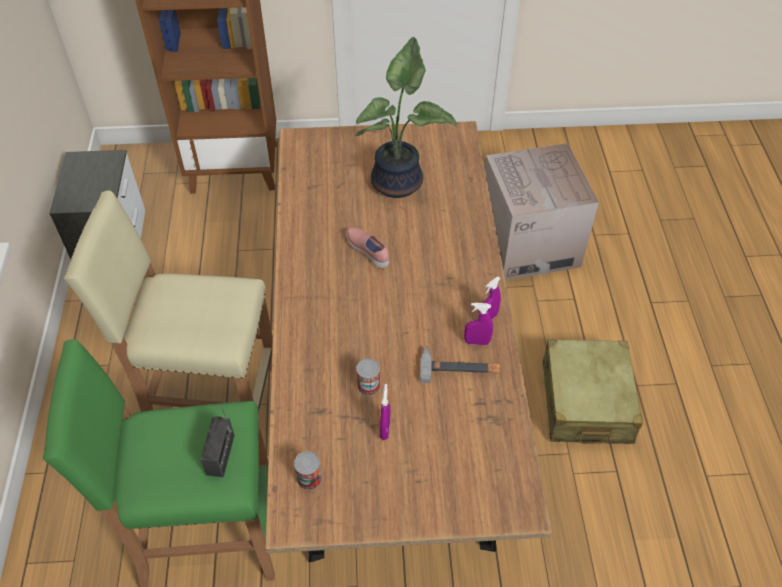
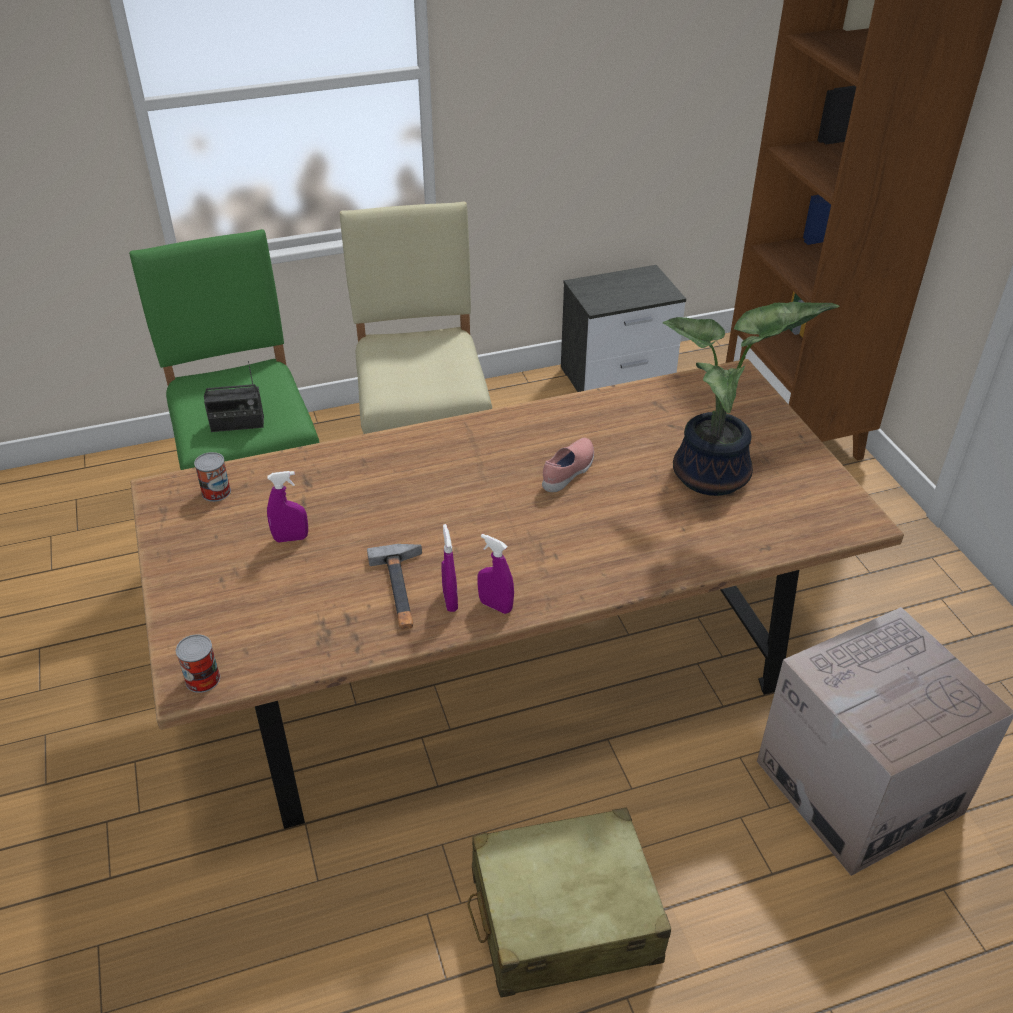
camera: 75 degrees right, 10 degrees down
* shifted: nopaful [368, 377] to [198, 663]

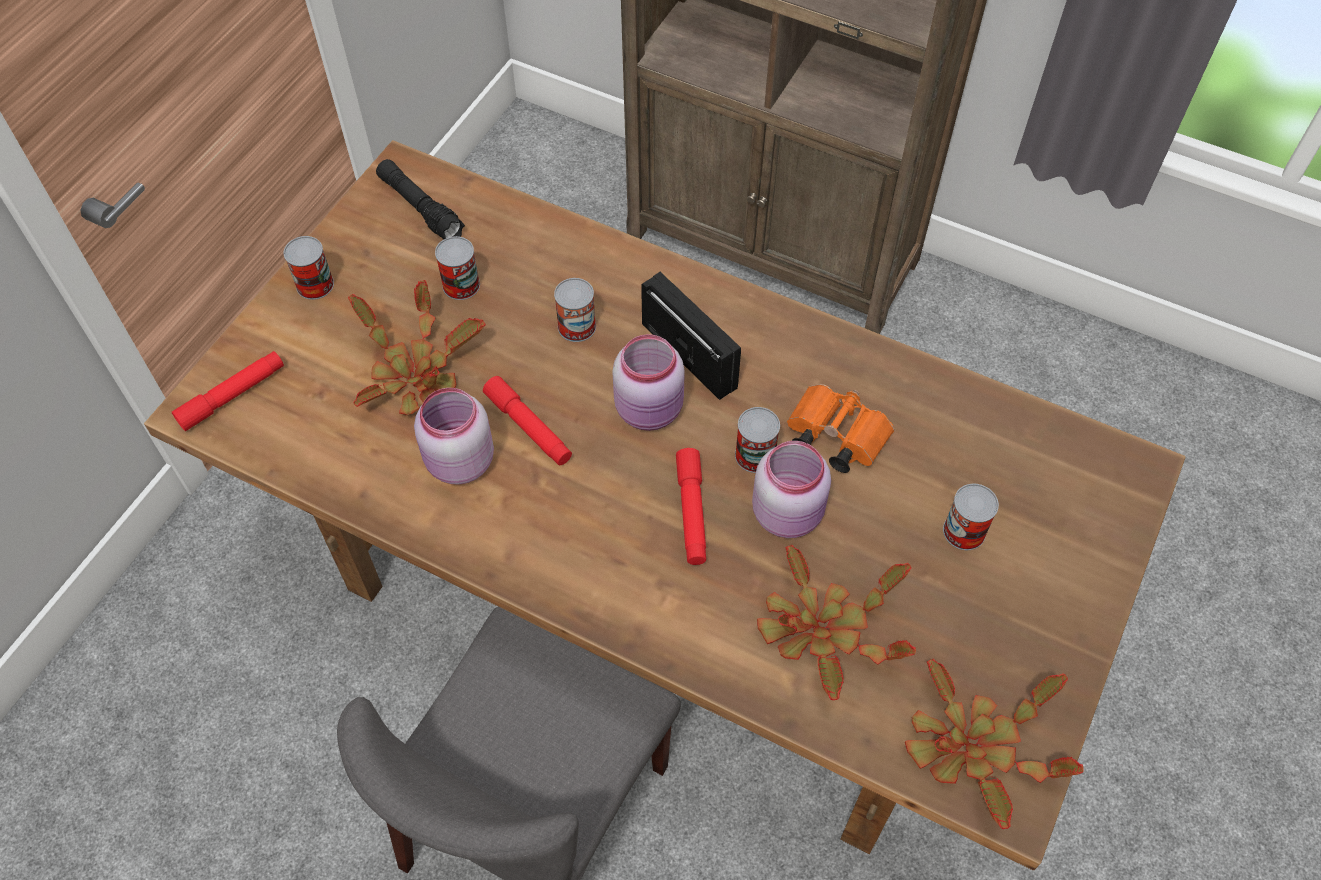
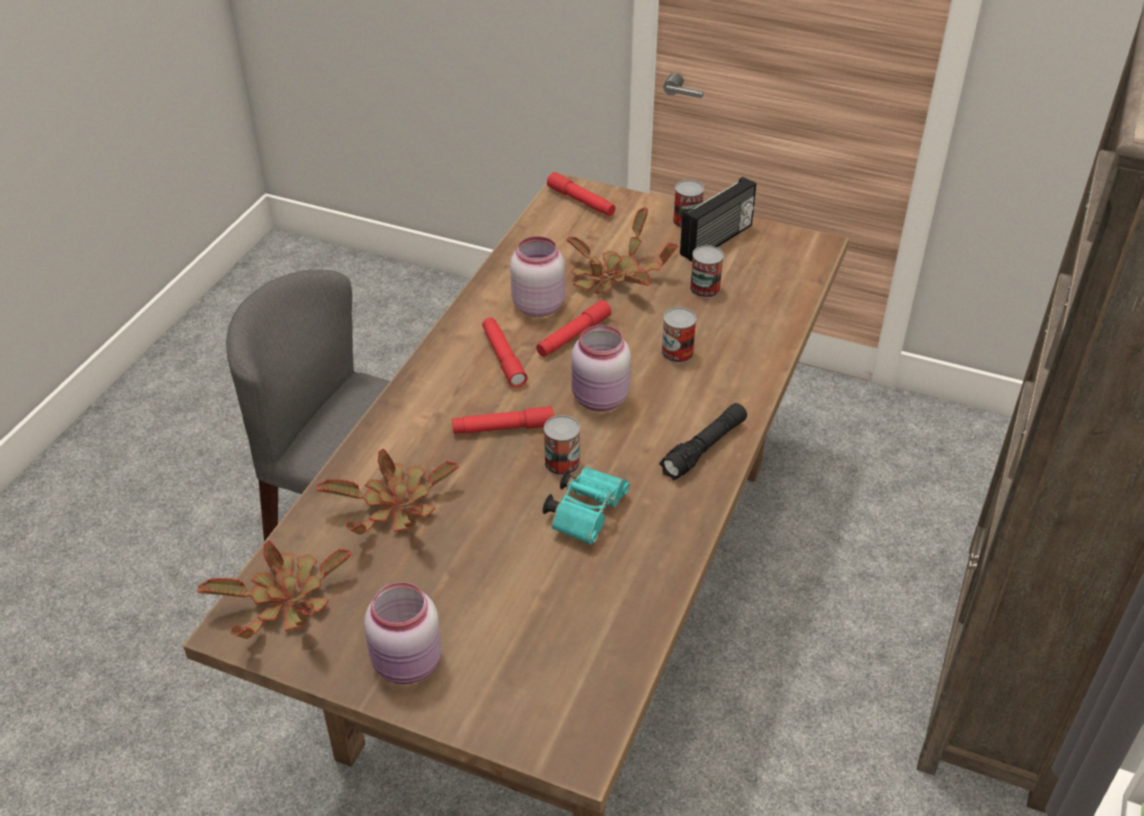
camera: 85 degrees right, 15 degrees down
* shifted: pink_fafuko [791, 489] to [403, 633]
* new: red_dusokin [505, 353]
* repainted: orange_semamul [840, 428] to turquoise_semamul [586, 506]
* shifted: black_dusokin [420, 199] to [703, 441]
* shifted: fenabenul [691, 336] to [718, 219]
* gone: nopaful [971, 517]

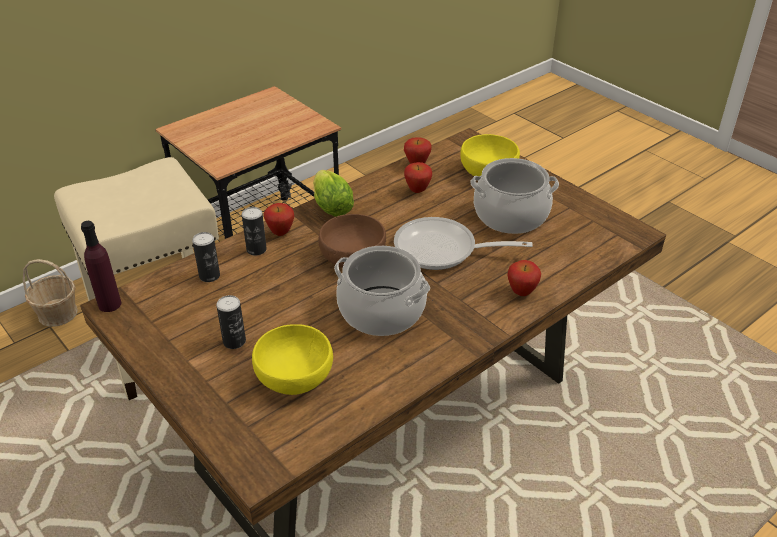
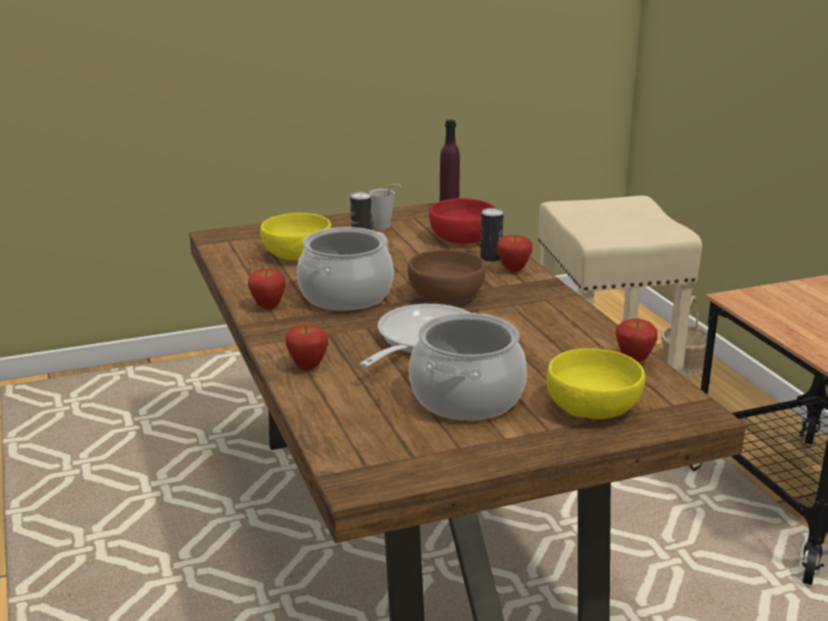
camera: 110 degrees right, 15 degrees down
* shifted: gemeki [418, 177] to [267, 289]
* new: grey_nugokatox [385, 207]
* swapped: nopaful [206, 257] to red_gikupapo [462, 220]
* gone: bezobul [333, 193]

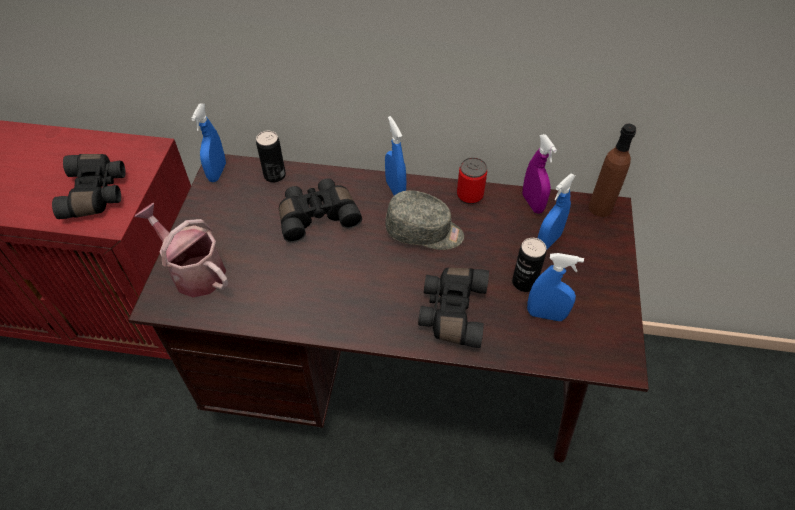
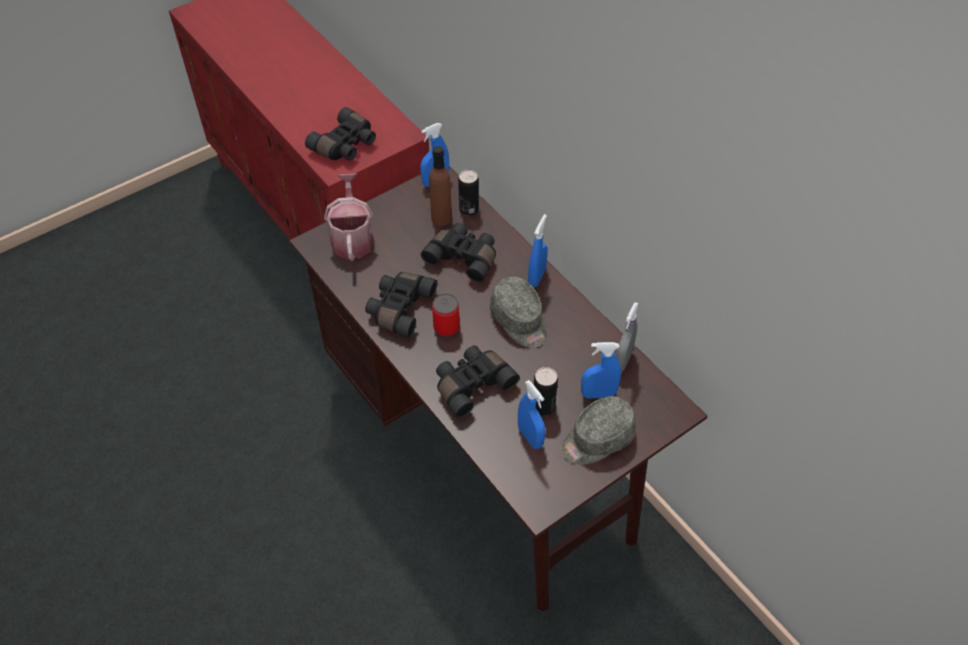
camera: 45 degrees right, 0 degrees up
* new: black_semamul [401, 305]
* shifted: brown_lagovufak [612, 170] to [440, 186]
* shifted: nopaful [472, 181] to [446, 315]
* new: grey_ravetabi [598, 430]
* repainted: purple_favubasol [540, 174] to grey_favubasol [627, 337]

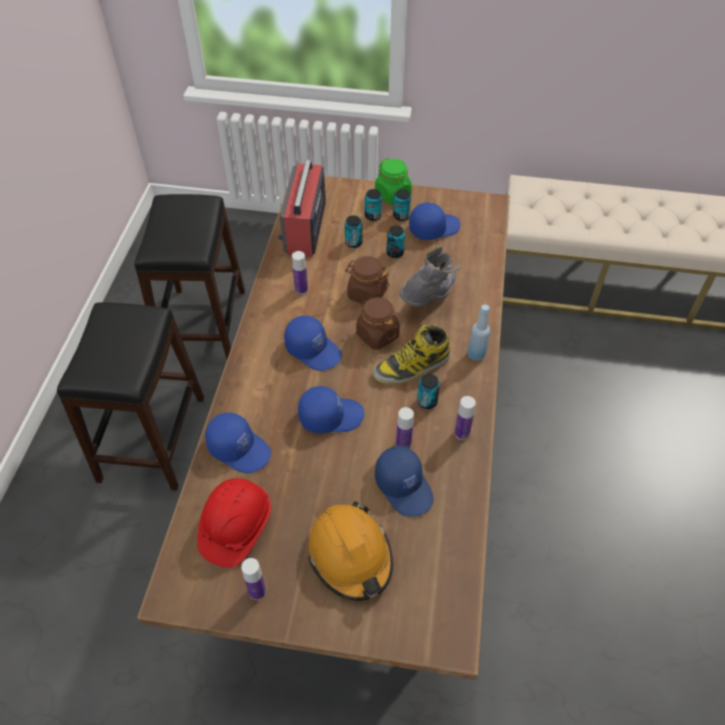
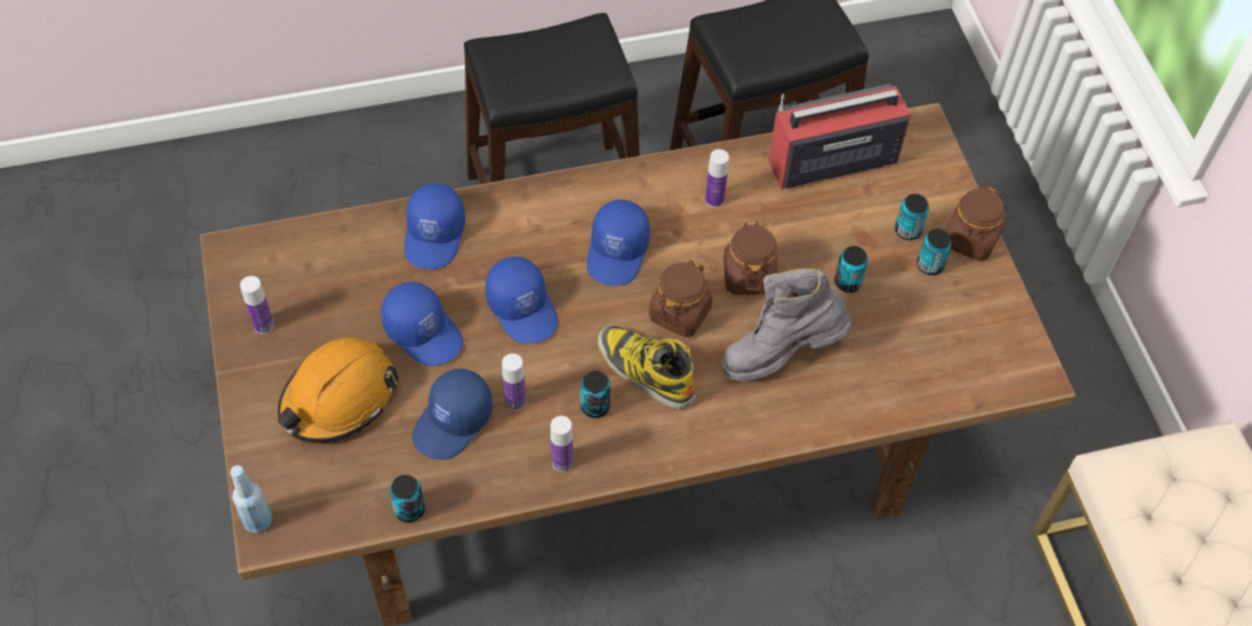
camera: 65 degrees right, 5 degrees up
* shifted: blue_lagovufak [478, 332] to [251, 499]
* shifted: blue_ravetabi [434, 221] to [422, 324]
* shifted: nopaful [353, 231] to [407, 499]
* rotated: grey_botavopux [430, 276] = [786, 324] 150 degrees clockwise
* repainted: green_fafuko [393, 181] to brown_fafuko [975, 223]
* gone: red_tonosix [234, 523]

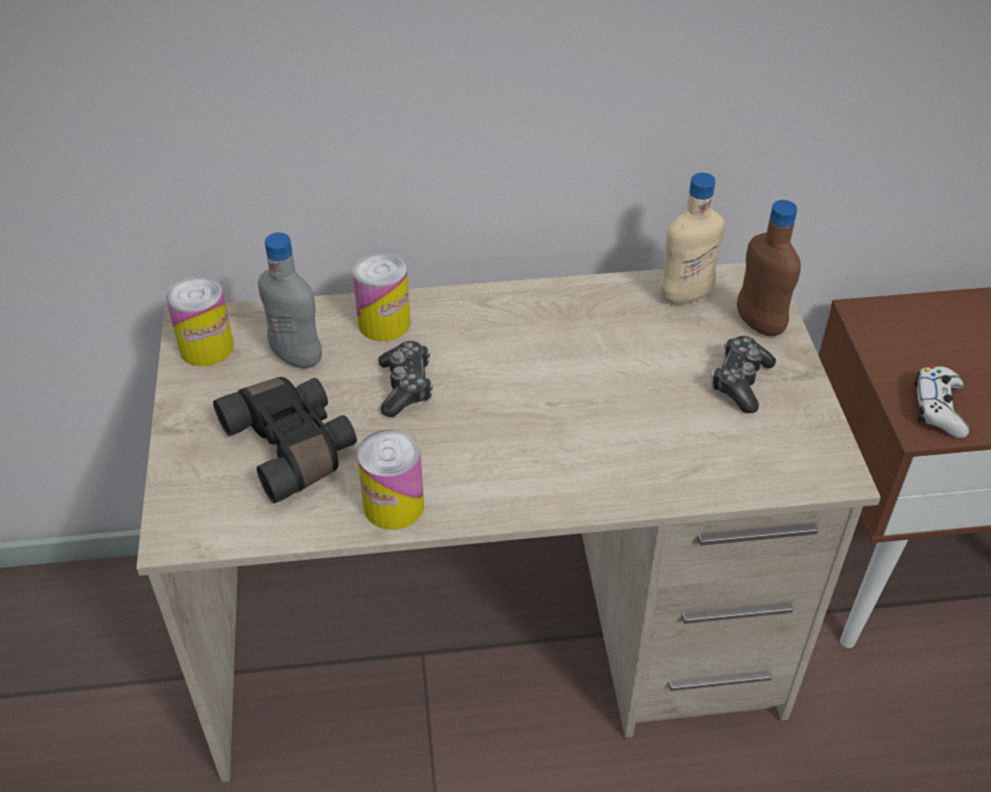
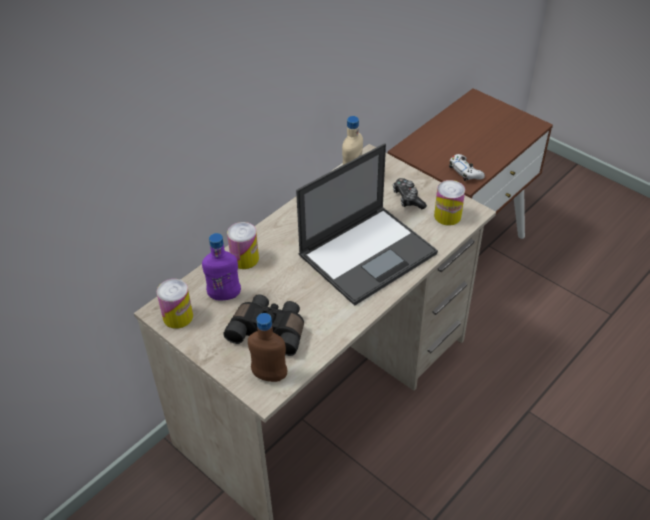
camera: 40 degrees left, 0 degrees up
* repainted: grey_lagovufak [290, 300] to purple_lagovufak [221, 266]
* shifted: brown_lagovufak [769, 268] to [267, 347]
* new: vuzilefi [367, 224]
* shifted: nopaful [390, 479] to [449, 202]
* gone: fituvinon [405, 379]

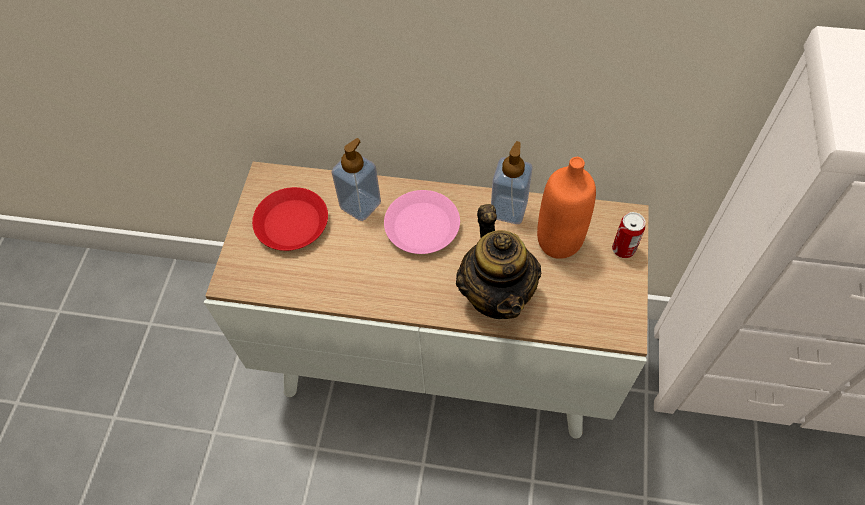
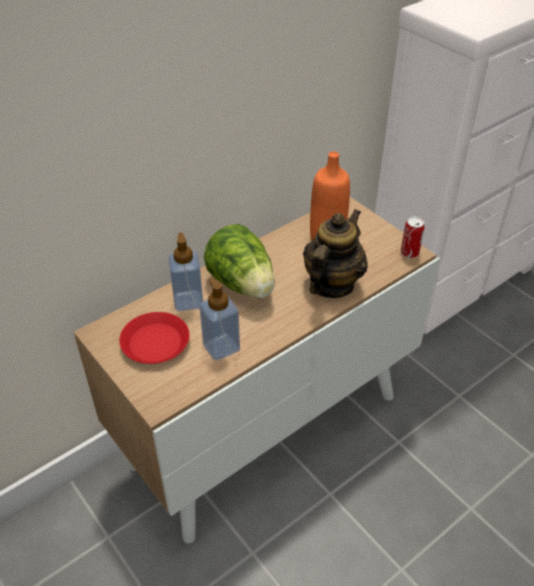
camera: 50 degrees left, 15 degrees down
* shifted: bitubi [512, 182] to [219, 319]
* swapped: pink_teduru [422, 222] to bezobul [239, 261]
* rotated: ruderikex [498, 261] = [335, 253] 90 degrees counterclockwise
* shifted: nopaful [629, 235] to [413, 237]

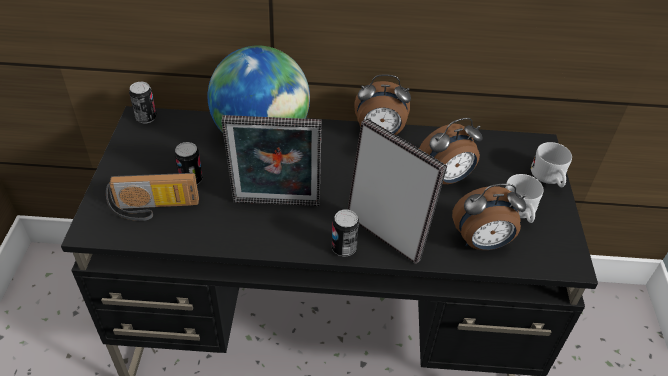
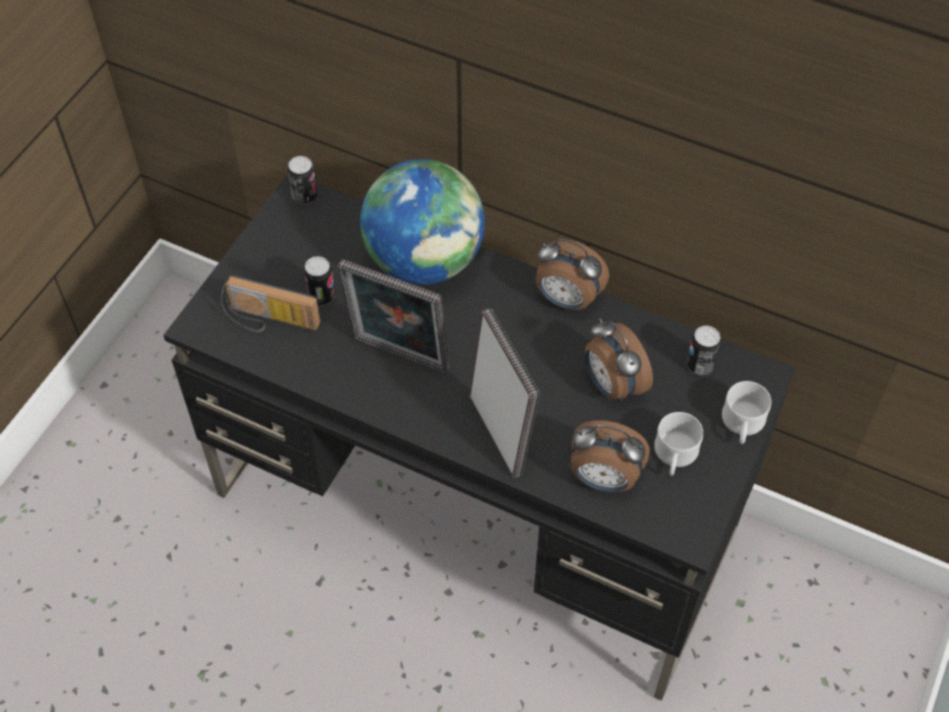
camera: 25 degrees right, 10 degrees up
* rotated: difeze [451, 151] = [619, 360] 60 degrees clockwise
* shifted: nopaful [345, 233] to [704, 350]

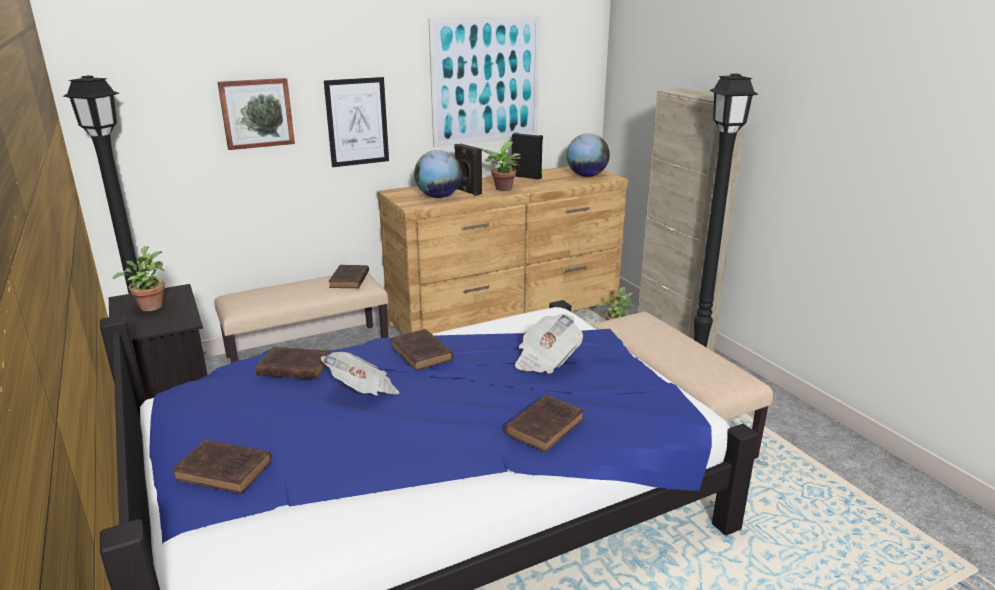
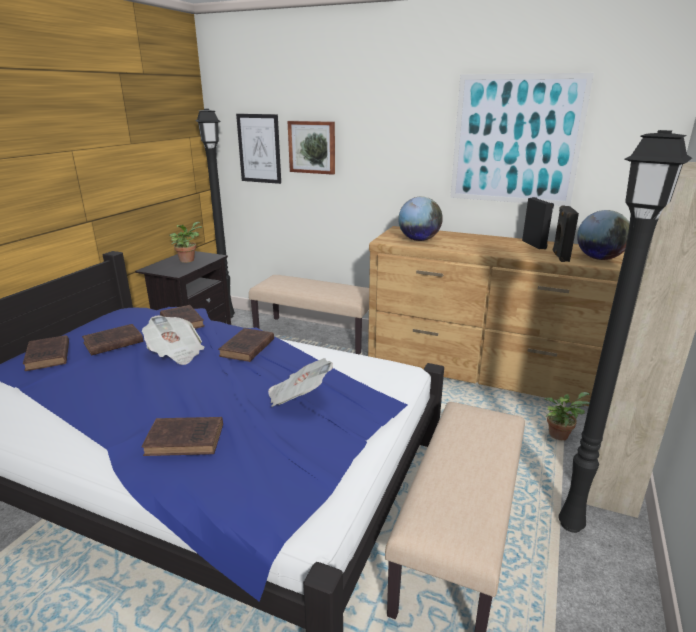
camera: 50 degrees right, 0 degrees up
* shifted: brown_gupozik [348, 276] to [112, 340]
* shifted: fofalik [356, 122] to [258, 149]
* shifted: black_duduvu [468, 170] to [565, 233]
* gone: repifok [501, 166]

